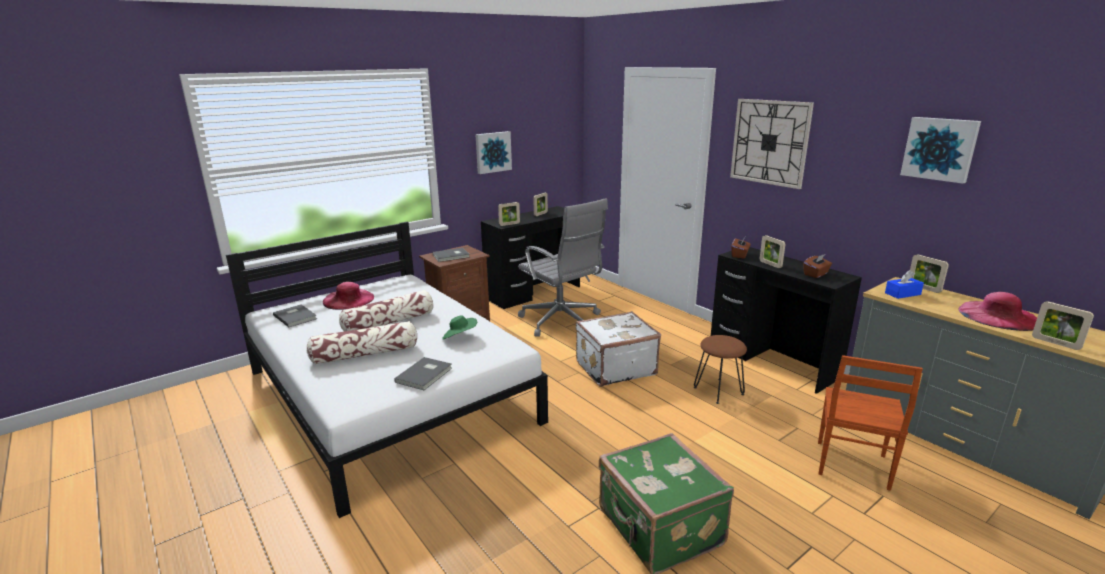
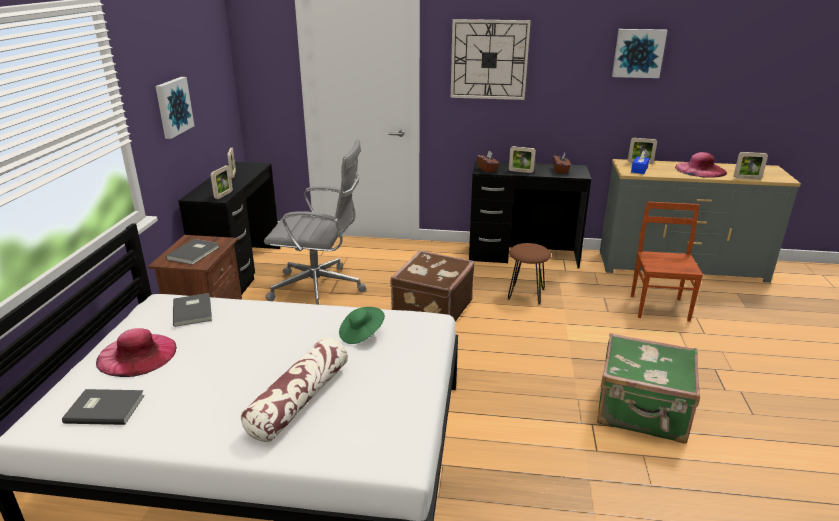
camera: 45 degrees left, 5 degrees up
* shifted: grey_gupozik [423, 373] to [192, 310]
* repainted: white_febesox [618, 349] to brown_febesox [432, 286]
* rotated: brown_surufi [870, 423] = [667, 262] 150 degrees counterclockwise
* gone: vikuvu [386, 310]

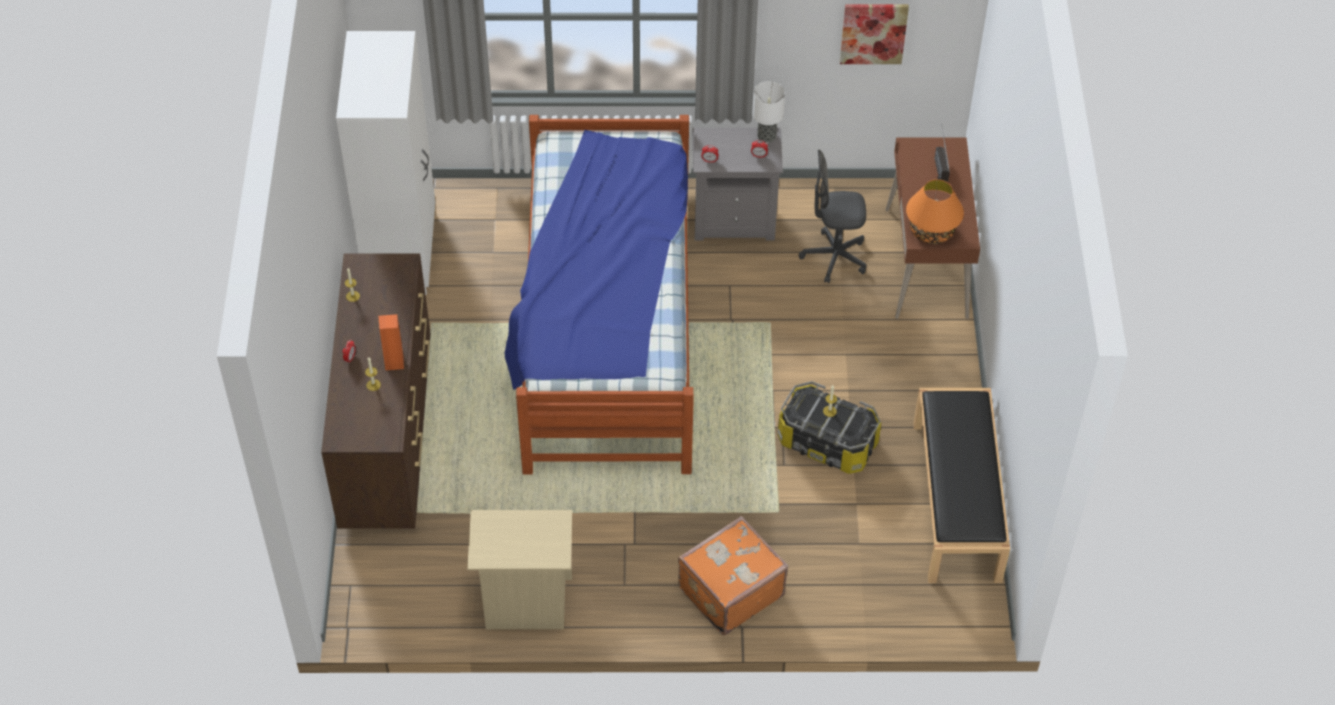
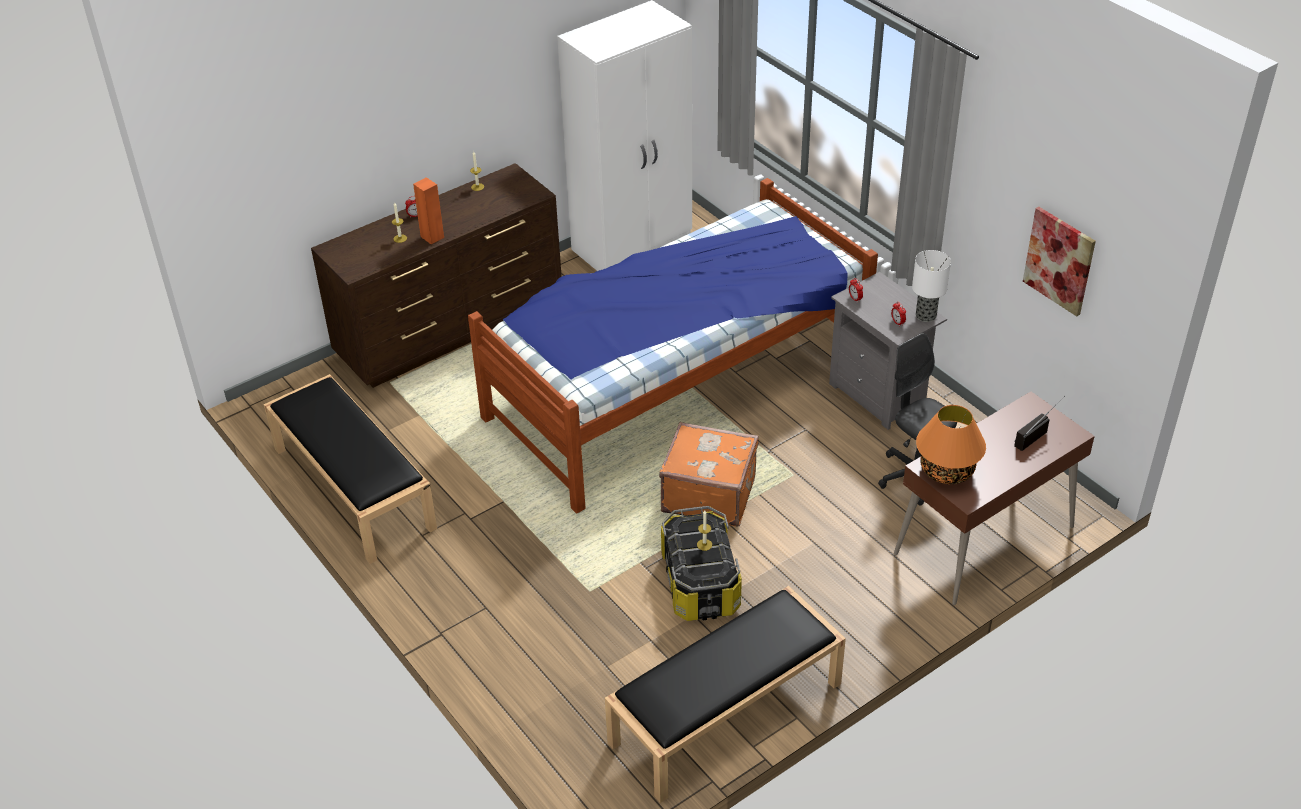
camera: 55 degrees right, 10 degrees down
* swapped: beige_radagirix [519, 569] to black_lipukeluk [350, 469]
* shifted: orange_febesox [733, 576] to [709, 474]

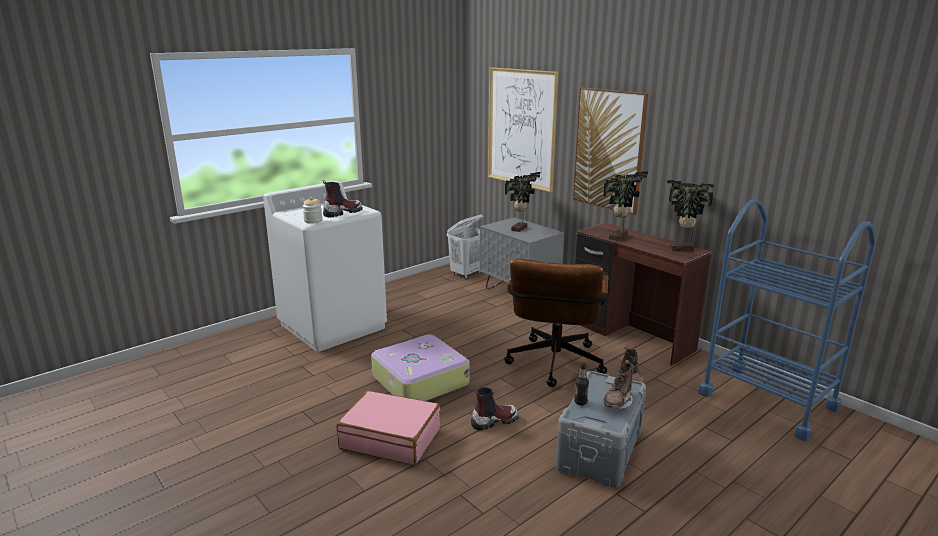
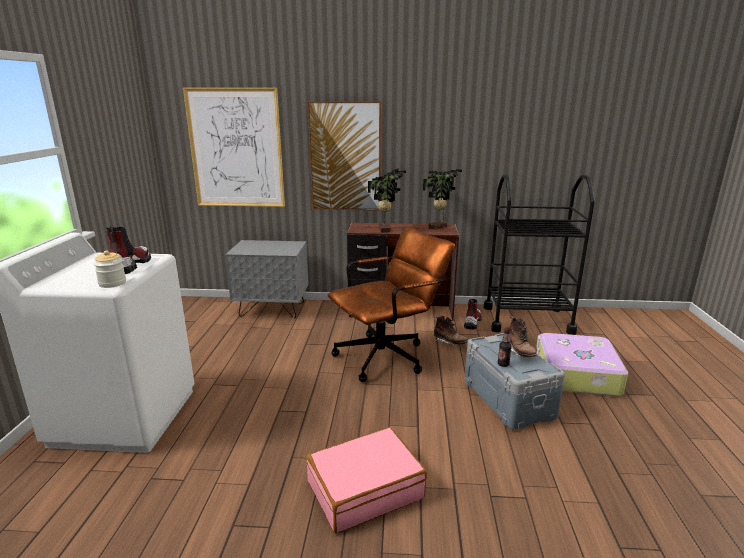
camera: 45 degrees left, 0 degrees up
* rotated: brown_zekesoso [556, 323] = [391, 304] 90 degrees counterclockwise
* shifted: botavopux [495, 409] to [473, 314]
* repainted: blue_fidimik [787, 320] to black_fidimik [539, 254]
* shifted: febesox [420, 368] to [582, 364]
* gone: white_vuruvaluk [465, 246]
* gone: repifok [522, 202]

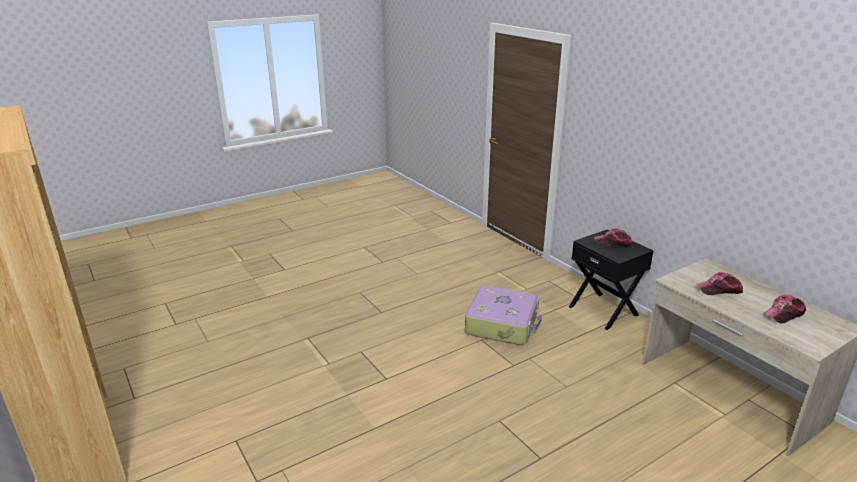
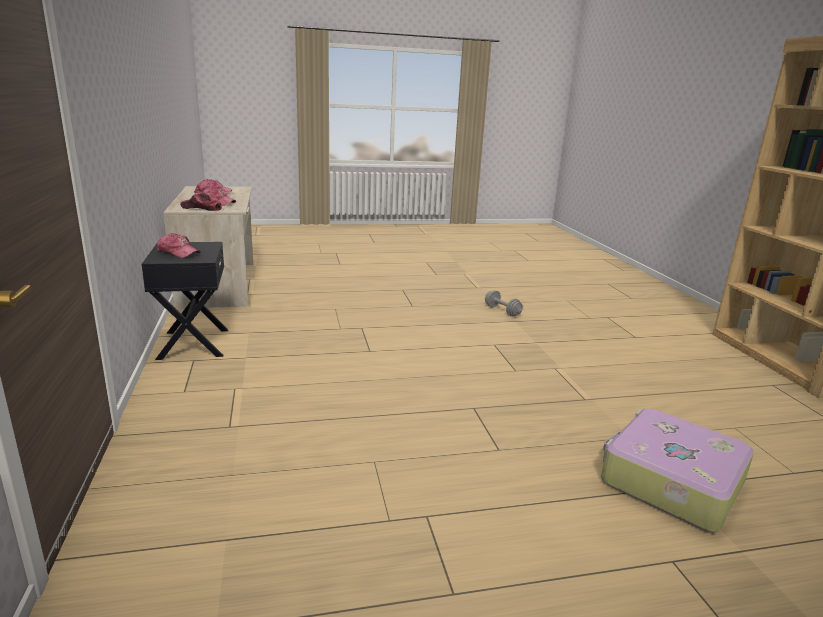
camera: 160 degrees left, 5 degrees down
* new: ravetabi [201, 201]
* new: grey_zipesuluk [504, 303]
* shifted: febesox [503, 315] to [677, 470]

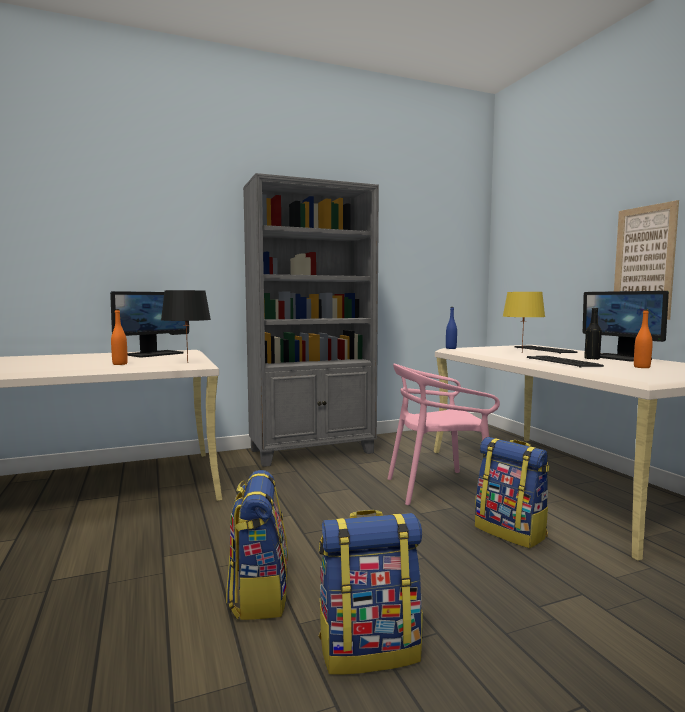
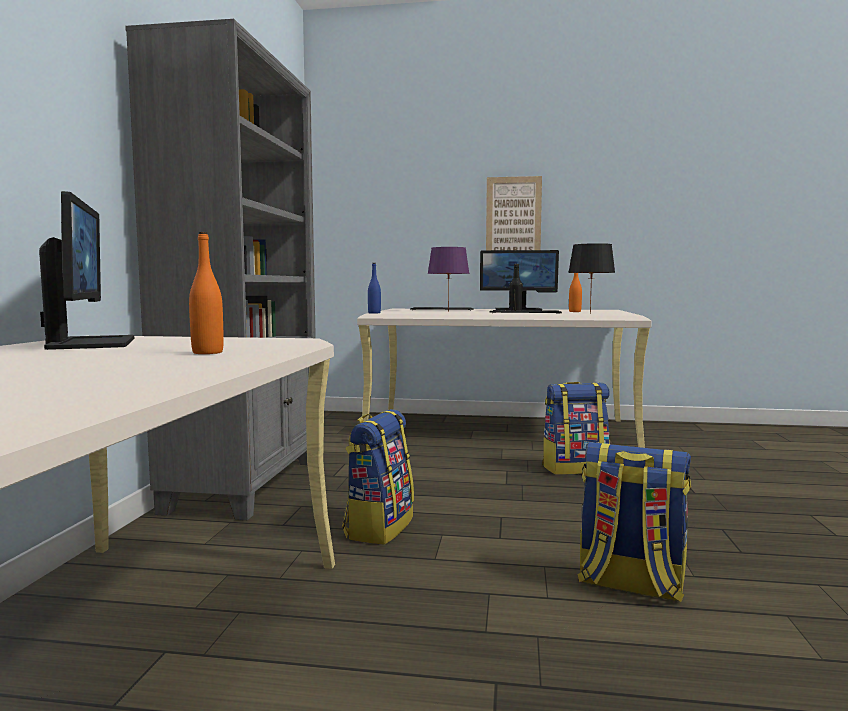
camera: 60 degrees left, 0 degrees up
* shifted: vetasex [371, 592] to [378, 477]
* repainted: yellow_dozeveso [524, 321] to purple_dozeveso [449, 279]
* shifted: black_dozeveso [186, 326] to [591, 278]
* gone: pink_surufi [444, 434]

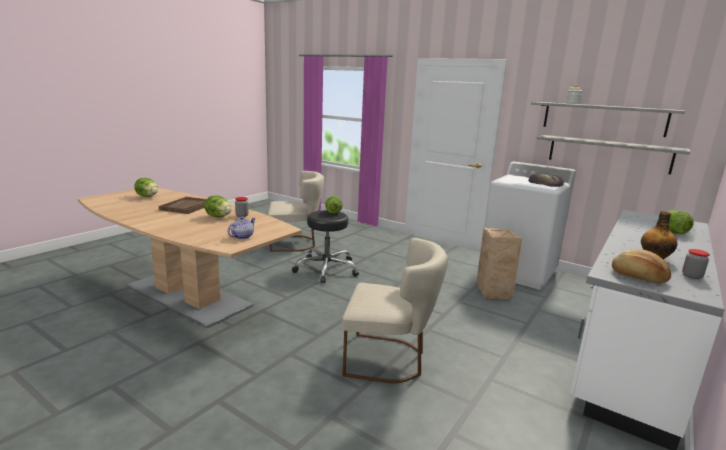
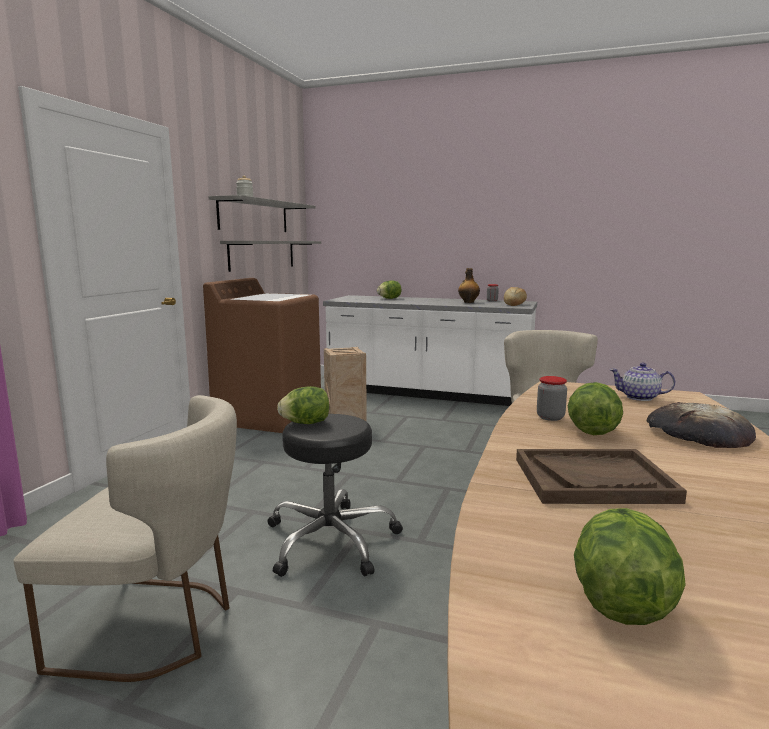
camera: 105 degrees left, 5 degrees down
* rotated: beige_surufi [296, 211] = [125, 538] 120 degrees clockwise
* repainted: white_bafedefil [530, 226] to brown_bafedefil [262, 355]
* shifted: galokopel [546, 180] to [701, 425]

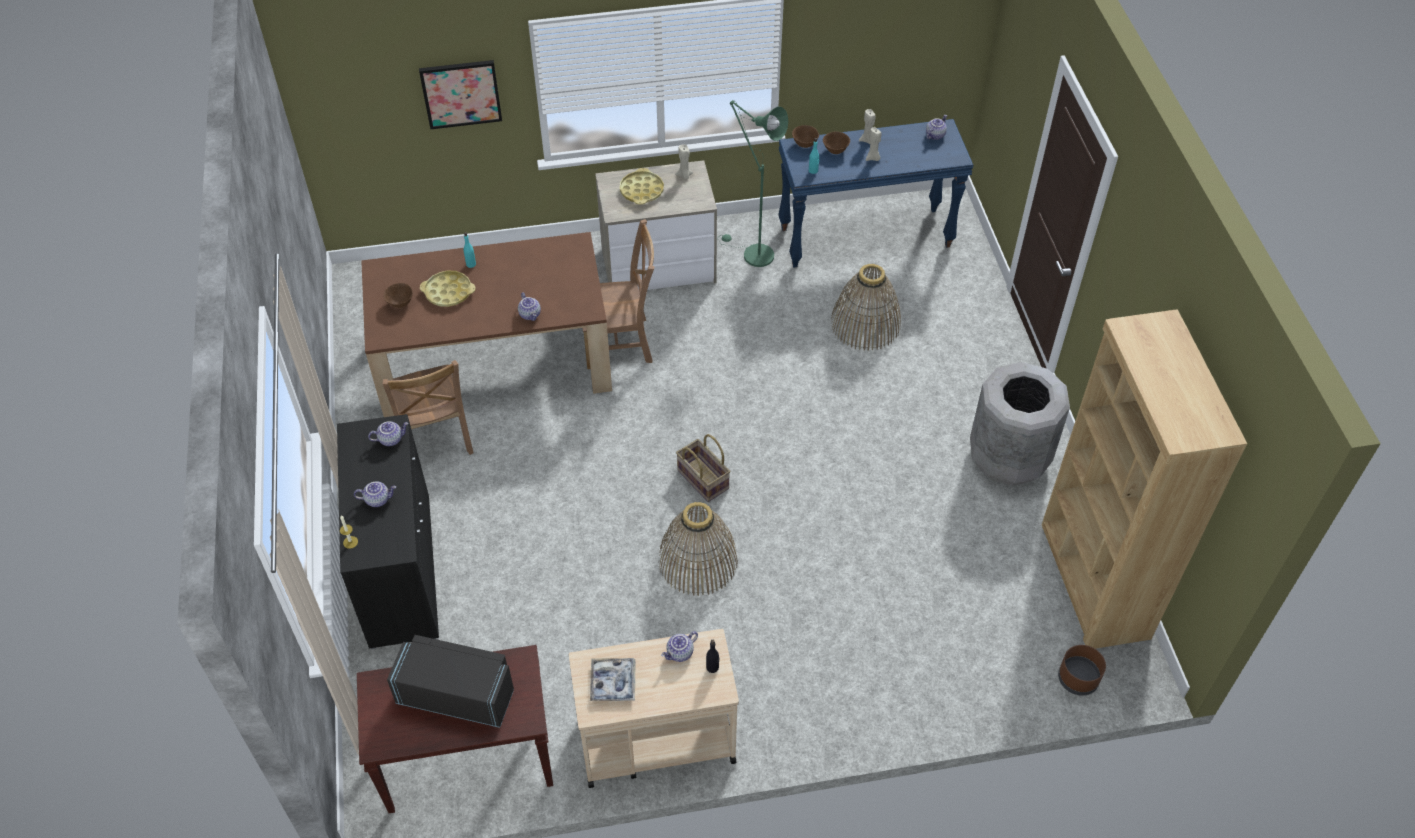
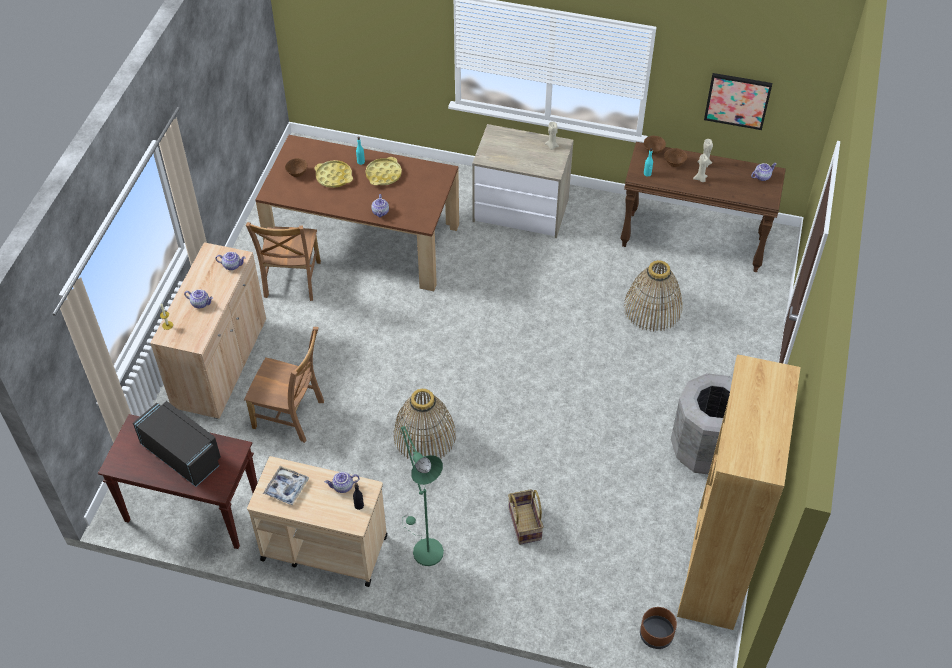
camera: 25 degrees right, 0 degrees up
* repainted: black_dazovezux [388, 531] to beige_dazovezux [208, 330]
* shifted: brown_surufi [618, 294] to [284, 385]
* shifted: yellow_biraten [642, 186] to [383, 171]
* shifted: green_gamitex [752, 183] to [422, 496]
* shifted: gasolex [703, 468] to [526, 517]
* repainted: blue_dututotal [876, 193] to brown_dututotal [703, 207]
* shifted: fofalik [460, 94] to [738, 101]

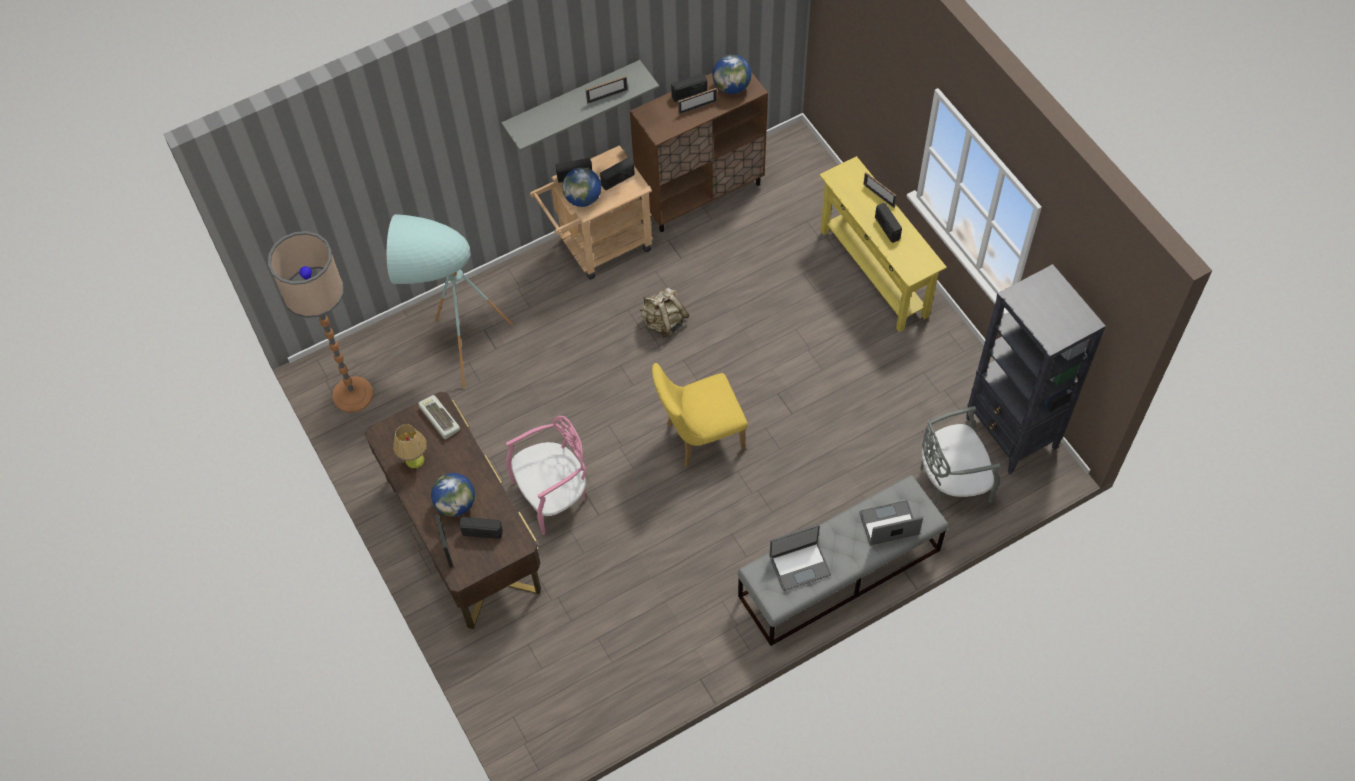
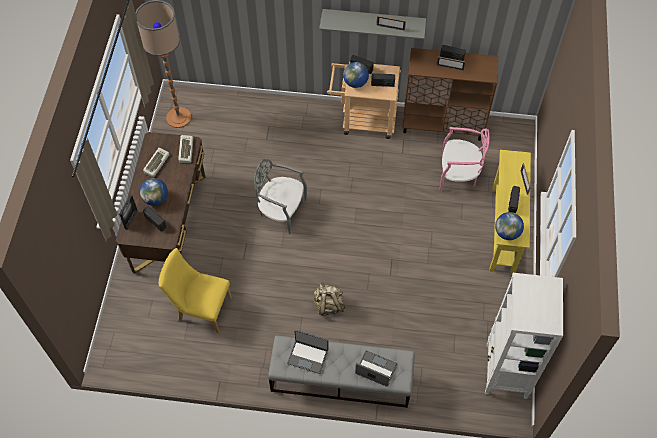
camera: 35 degrees right, 0 degrees up
* swapped: dozeveso [410, 446] to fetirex [156, 162]
* shifted: yellow_surufi [700, 415] to [195, 290]
* shifted: grey_surufi [960, 455] to [280, 196]
* shifted: beige_vetasex [664, 313] to [329, 299]
* shifted: pink_surufi [546, 475] to [465, 159]
* repainted: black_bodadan [1036, 369] to white_bodadan [524, 336]
* shifted: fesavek [732, 74] to [509, 226]
* gone: turquoise_gamitex [450, 301]

